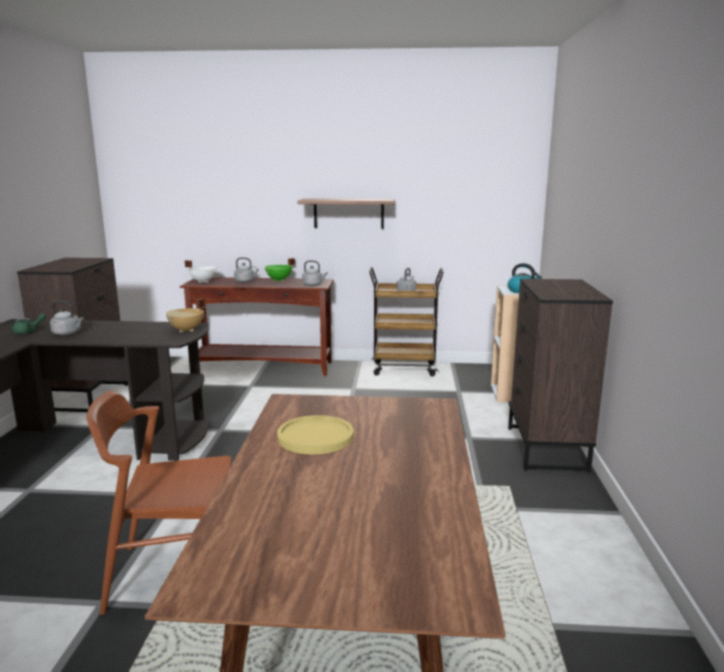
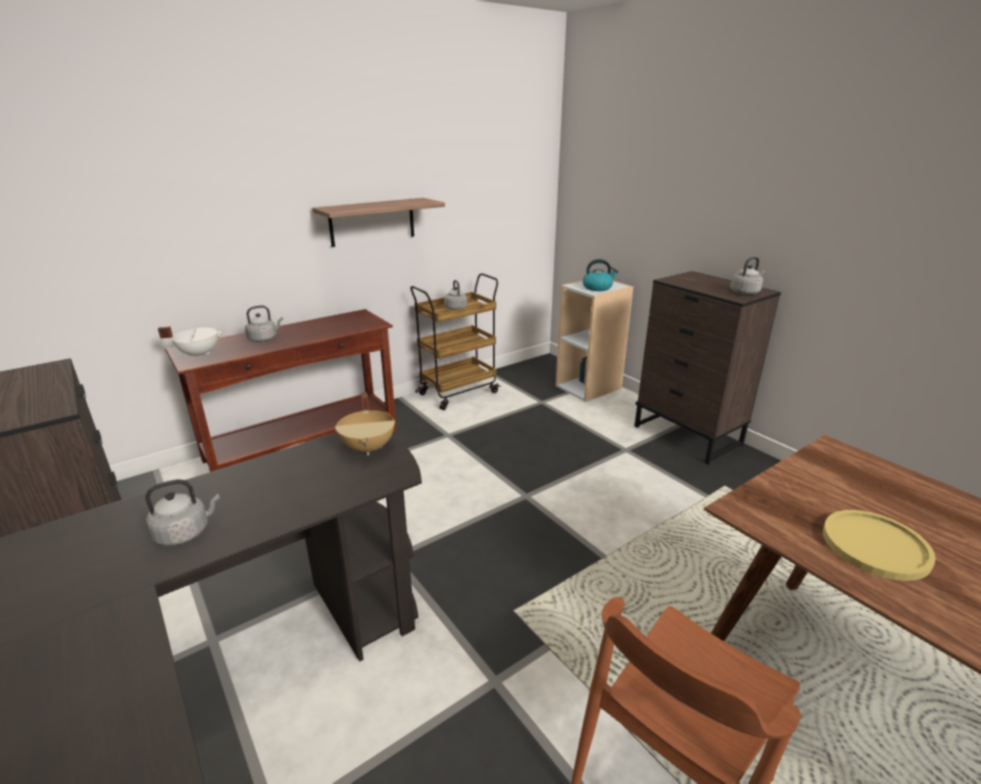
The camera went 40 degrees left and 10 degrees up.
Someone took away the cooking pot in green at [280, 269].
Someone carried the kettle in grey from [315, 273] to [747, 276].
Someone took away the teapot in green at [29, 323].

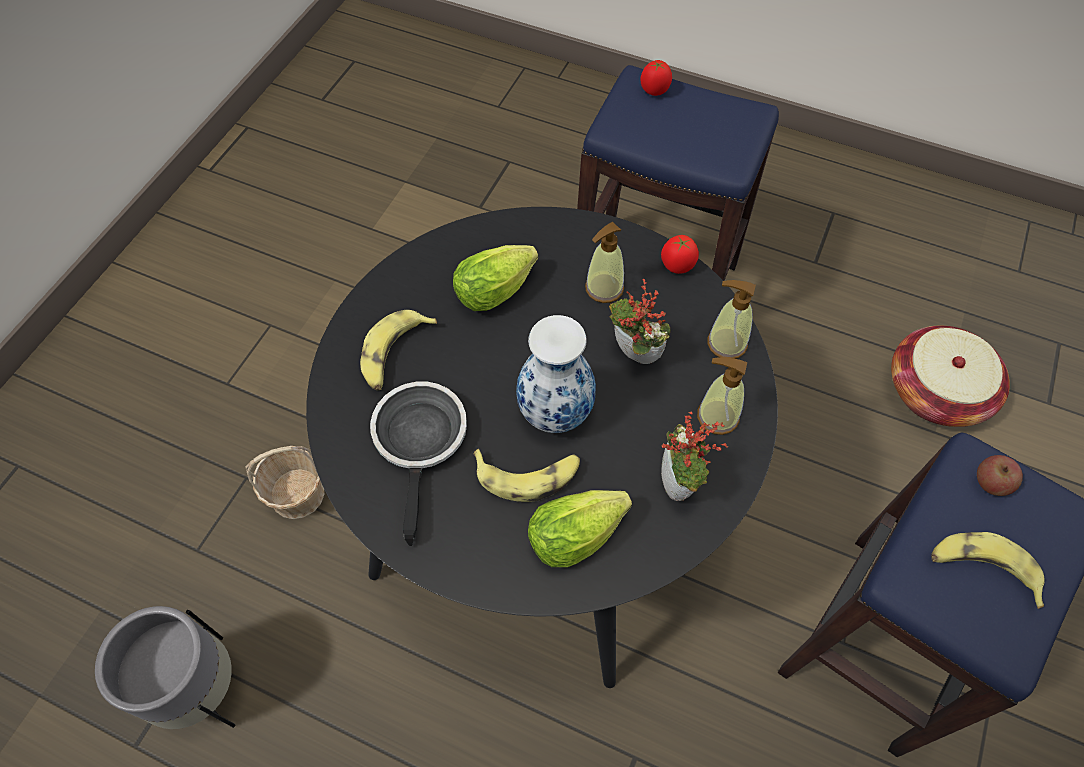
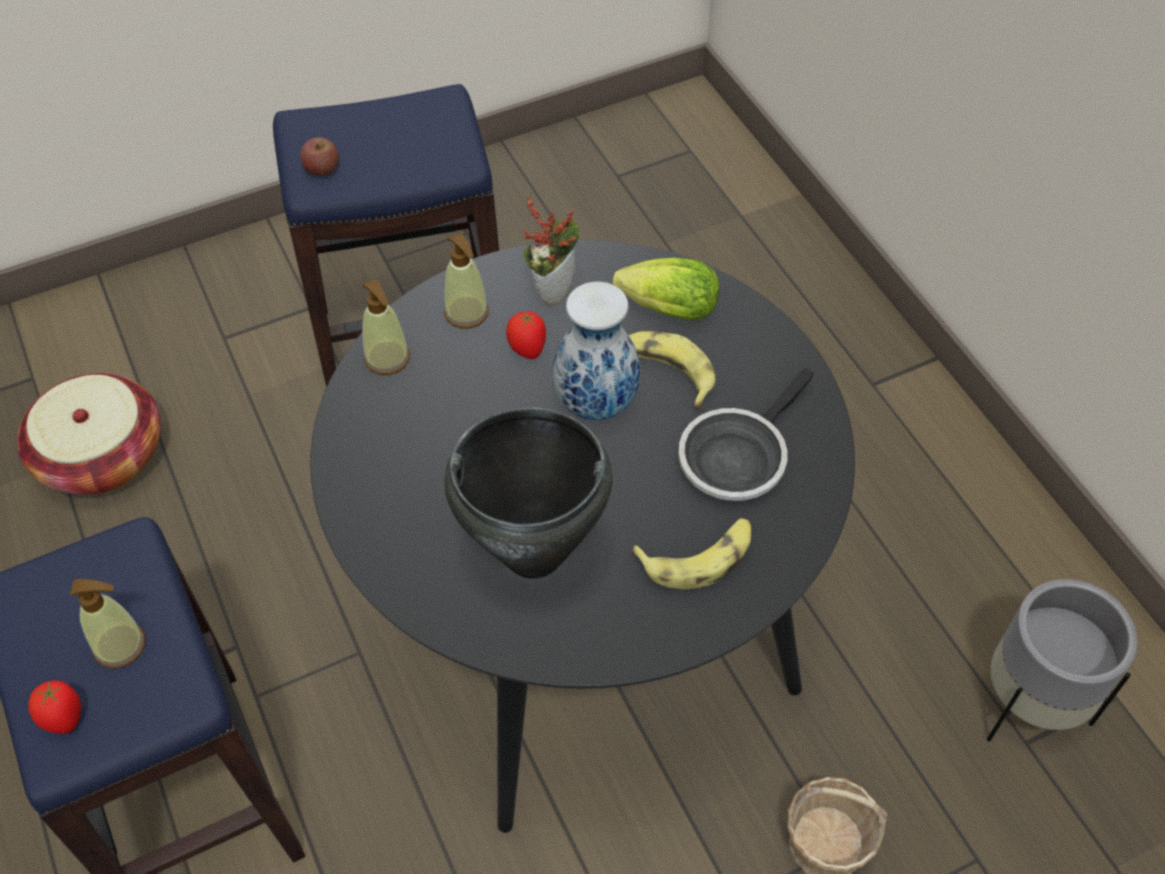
The camera went 140 degrees left and 5 degrees down.
Someone carried the soap dispenser from [604, 262] to [107, 623].
Someone carried the tomato from [680, 254] to [526, 334].
Someone swapped the lettuce at [495, 278] for the cooking pot in black at [529, 493].
Someone took away the potted plant at [639, 321].
Someone took away the banana at [988, 570].

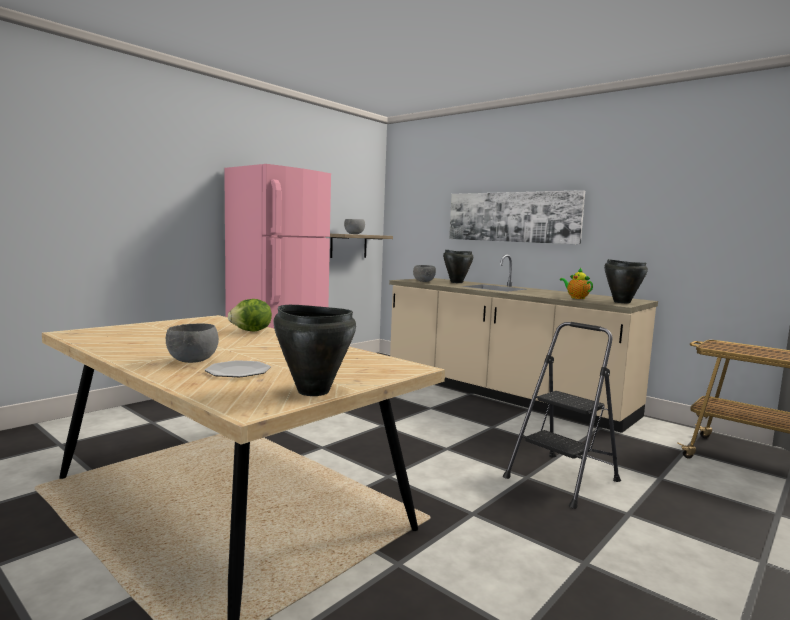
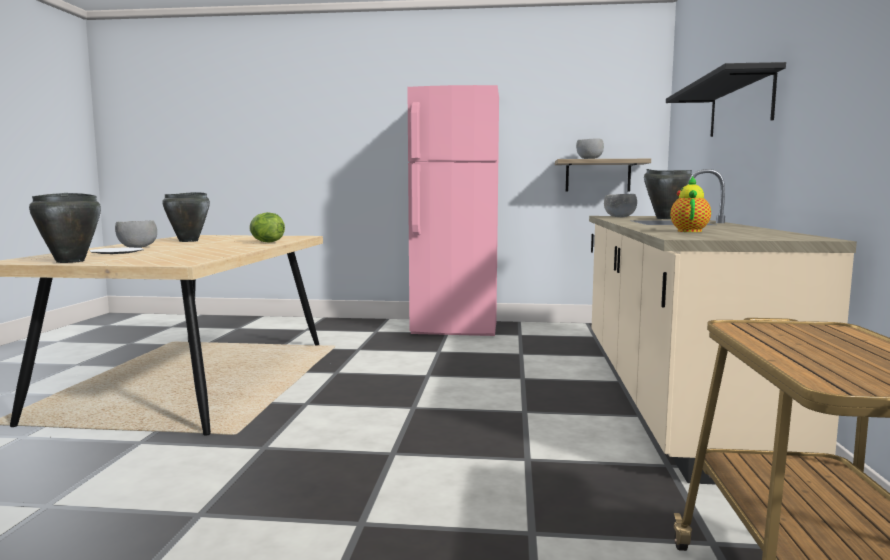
The camera went 55 degrees right and 0 degrees up.
Someone swapped the picture at [517, 217] for the shelf in black at [726, 99].
Someone carried the cooking pot in black from [626, 281] to [186, 217].
Someone took away the step ladder in black at [562, 415].

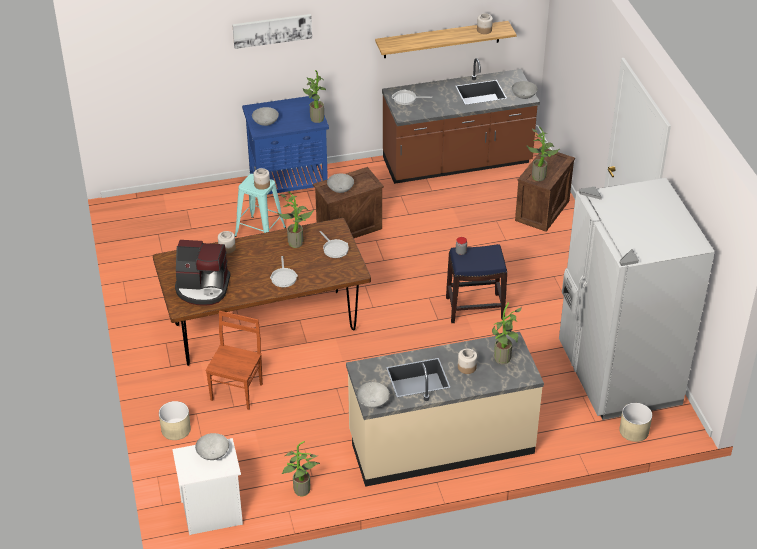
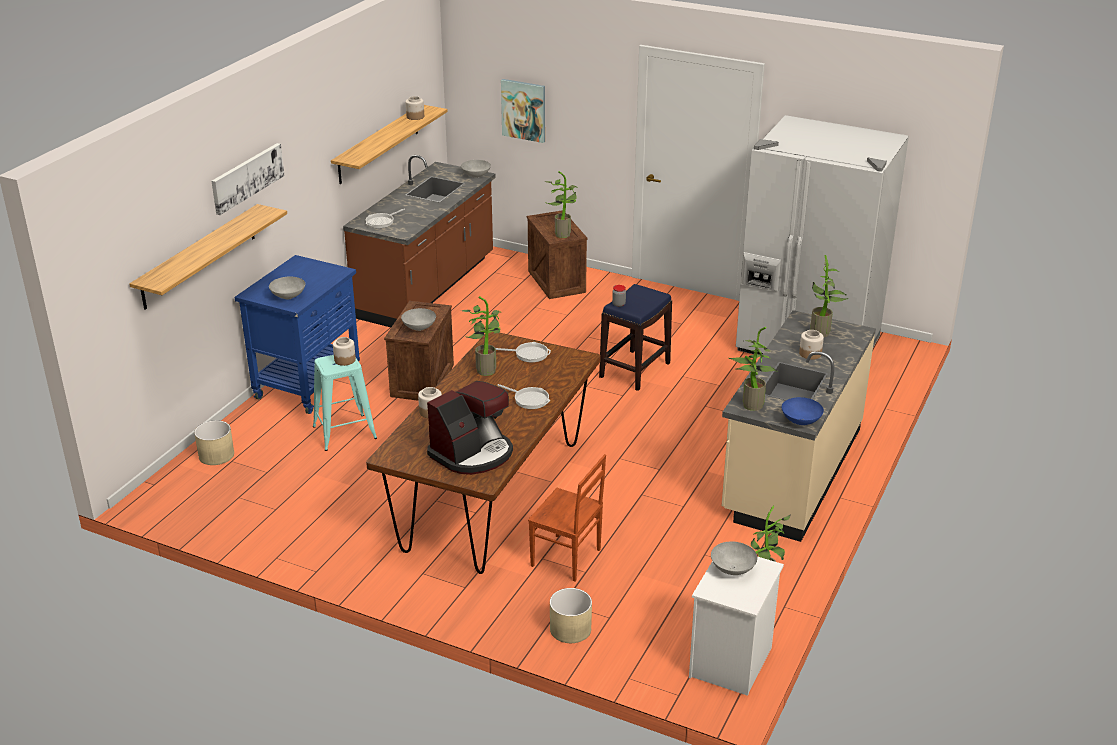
The camera went 50 degrees left and 10 degrees down.
Someone carried the potted plant from [314, 96] to [753, 369].
Someone rotated the chair in brown at [234, 360] by 150 degrees clockwise.
Someone repainted the bowl in grey at [373, 395], which became the bowl in blue at [803, 411].
Someone carried the planter in beige from [635, 422] to [214, 442].
Someone put up the picture at [523, 111].
Someone put up the shelf at [208, 257].

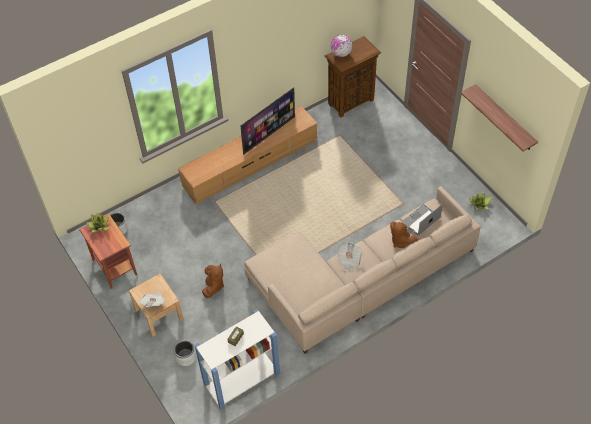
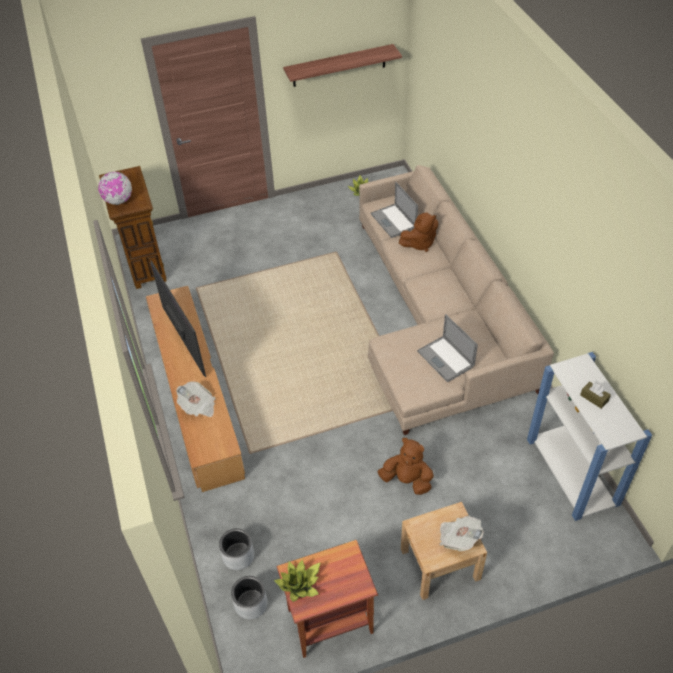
The camera went 75 degrees left and 5 degrees down.
Someone carried the newspaper from [350, 256] to [196, 399].
Someone carried the planter in grey from [185, 353] to [236, 549].
Someone put down the laptop at [447, 348].

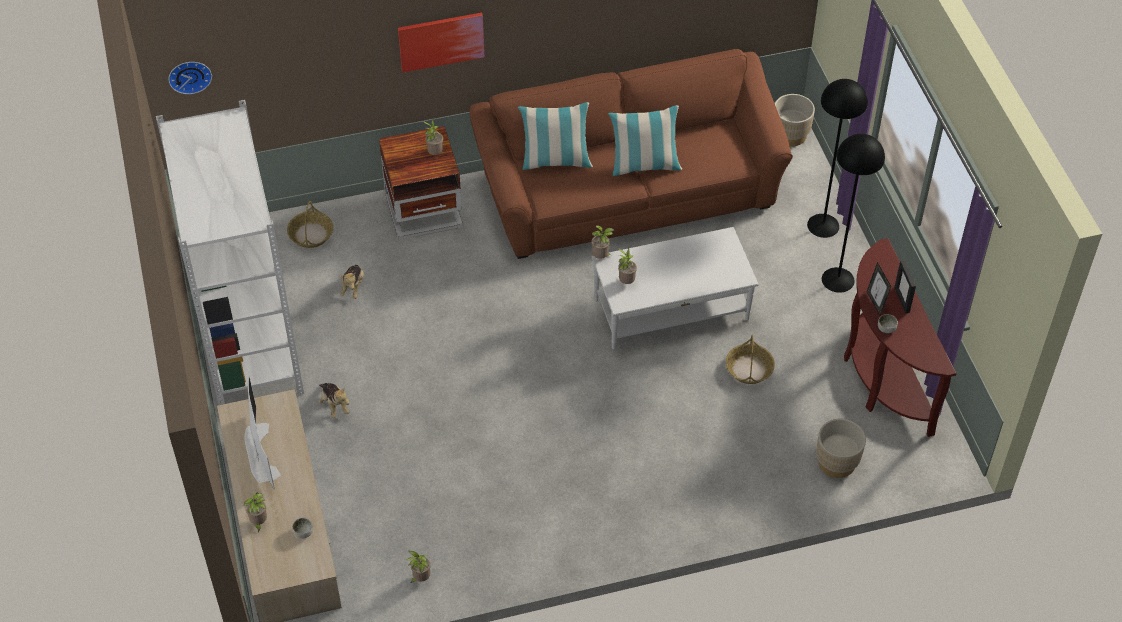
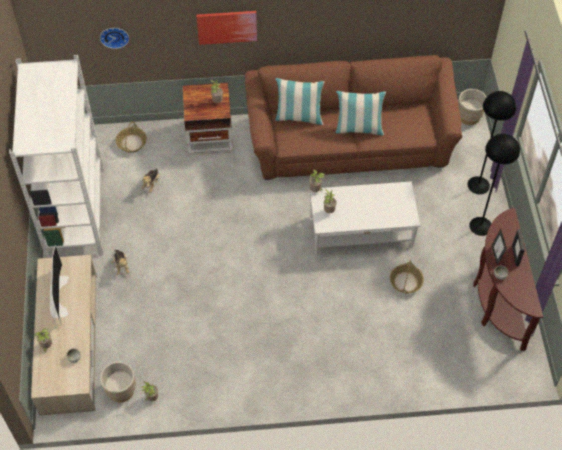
The camera went 10 degrees right and 5 degrees up.
Someone carried the wall clock from [190, 78] to [114, 38].
Someone carried the planter in beige from [841, 448] to [118, 382].

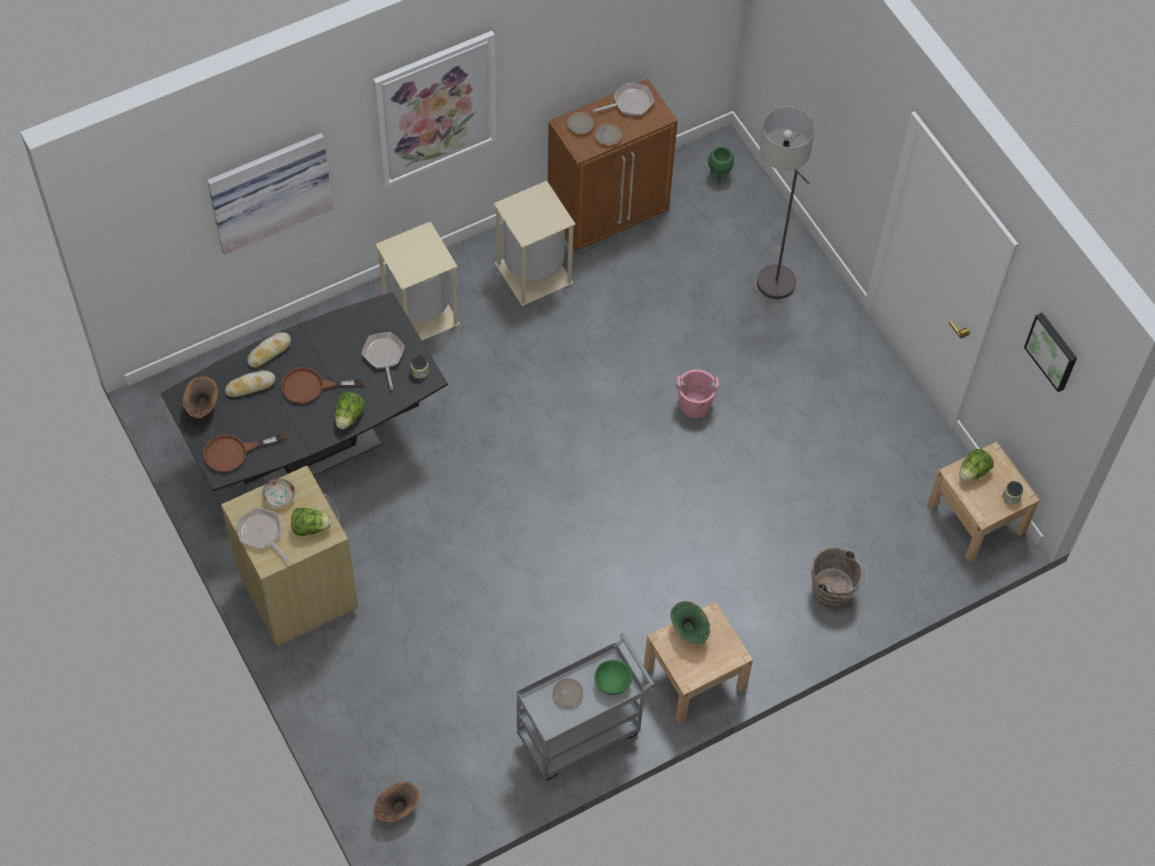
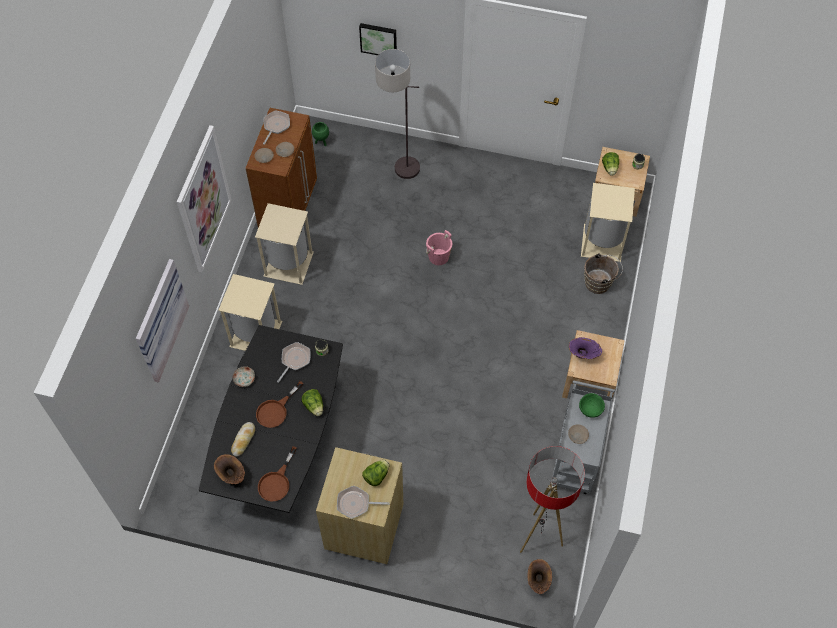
The camera went 45 degrees left and 0 degrees up.
Someone carried the picture from [1050, 352] to [378, 39].
Someone took away the bread at [269, 349].
Someone rotated the frying pan at [383, 360] by 90 degrees clockwise.
Someone carried the plate from [278, 493] to [244, 376].
Someone repainted the vase in green at [690, 622], which became the vase in purple at [585, 348].
Someone put down the trash can in beige at [608, 222].
Someone put down the floor lamp at [552, 499].

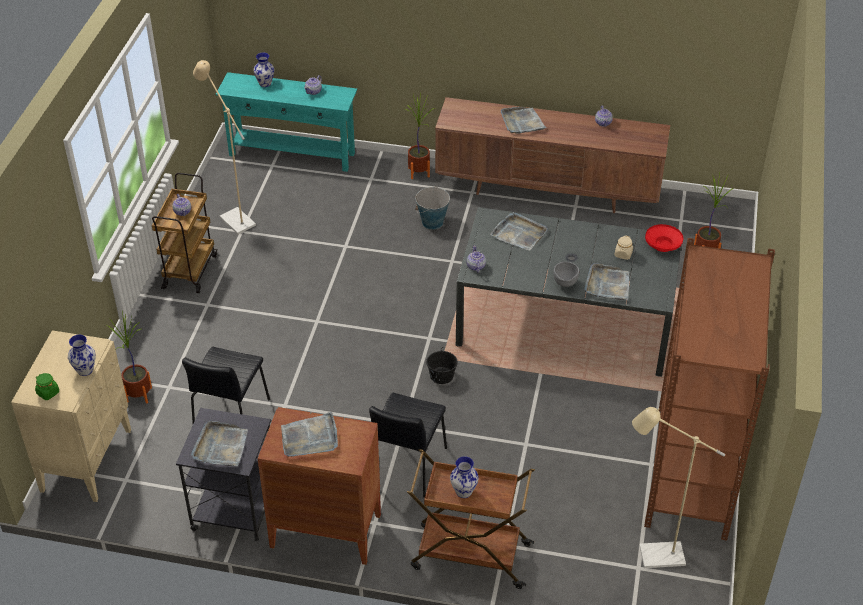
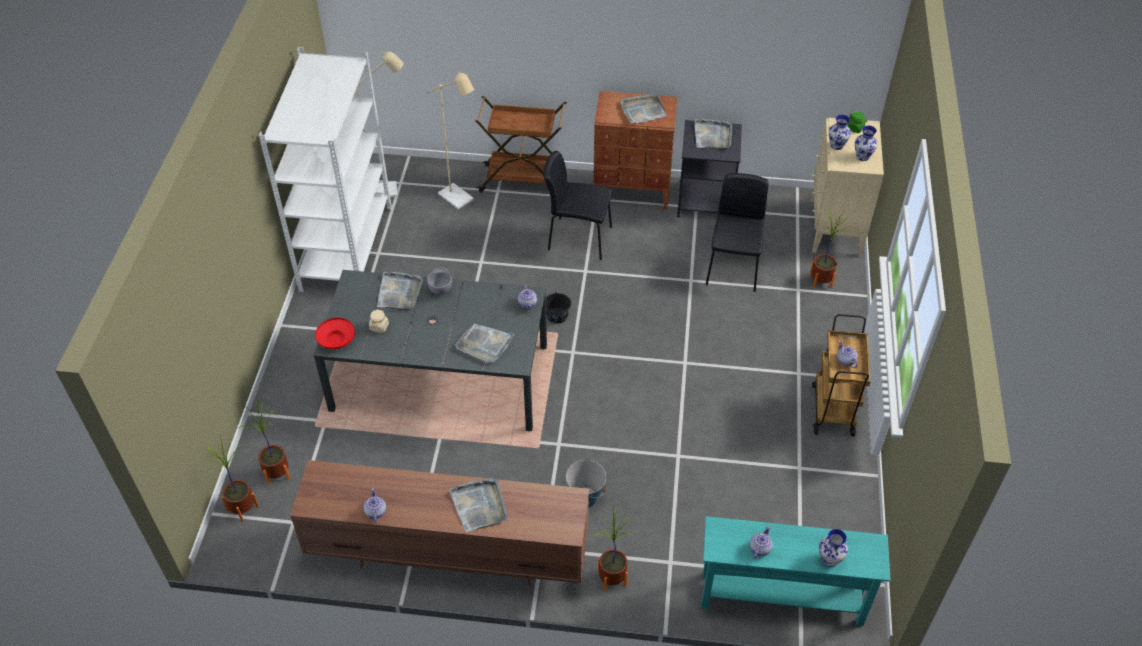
The camera went 175 degrees right and 5 degrees up.
Someone carried the floor lamp in beige from [224, 147] to [450, 140].
Someone repainted the bookcase in brown at [709, 389], which became the bookcase in white at [325, 169].
Someone rotated the chair in black at [408, 445] by 90 degrees counterclockwise.
Someone carried the vase from [464, 477] to [866, 143].
Someone put down the potted plant at [232, 478].

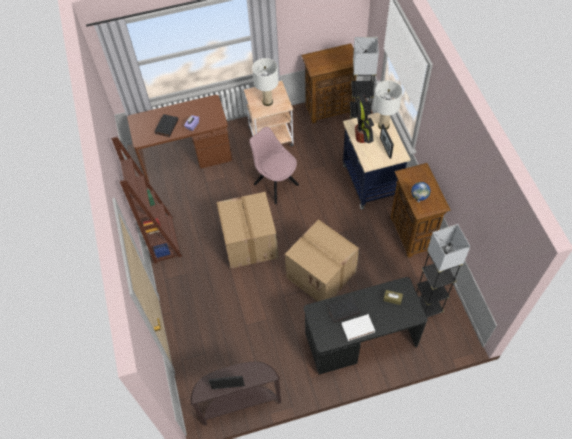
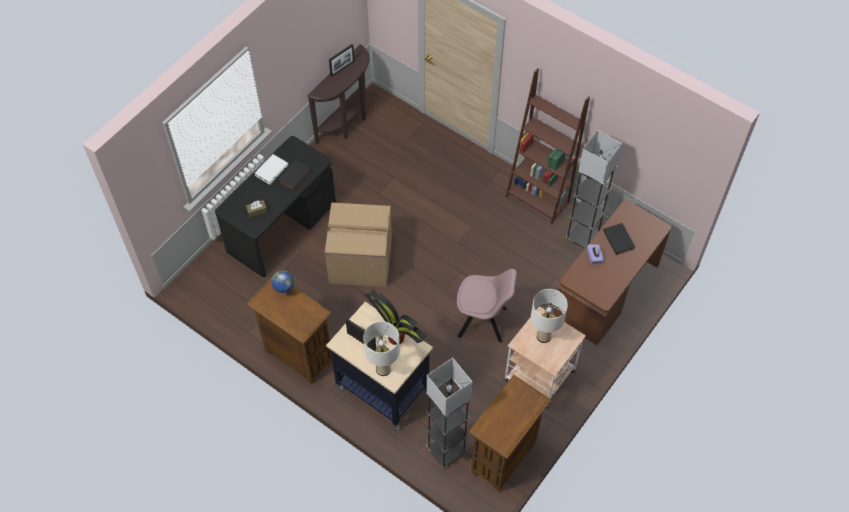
The camera went 140 degrees right and 0 degrees up.
Someone took away the cardboard box at [248, 230].
Someone carried the floor lamp in grey from [443, 271] to [593, 189].

